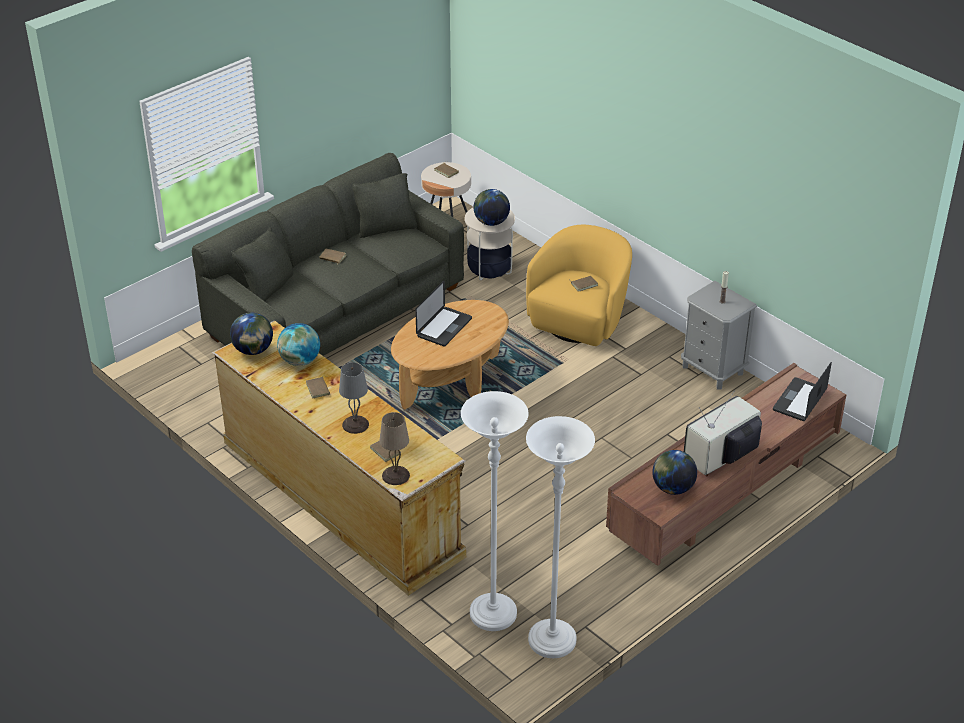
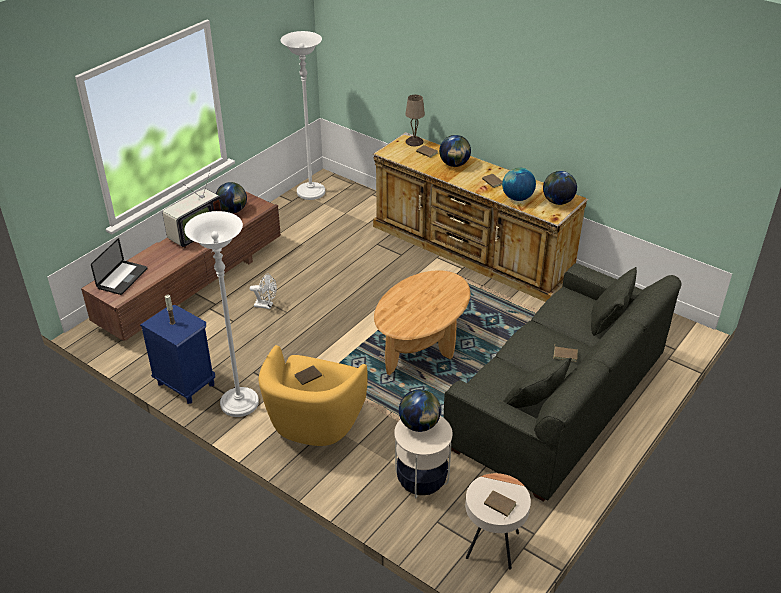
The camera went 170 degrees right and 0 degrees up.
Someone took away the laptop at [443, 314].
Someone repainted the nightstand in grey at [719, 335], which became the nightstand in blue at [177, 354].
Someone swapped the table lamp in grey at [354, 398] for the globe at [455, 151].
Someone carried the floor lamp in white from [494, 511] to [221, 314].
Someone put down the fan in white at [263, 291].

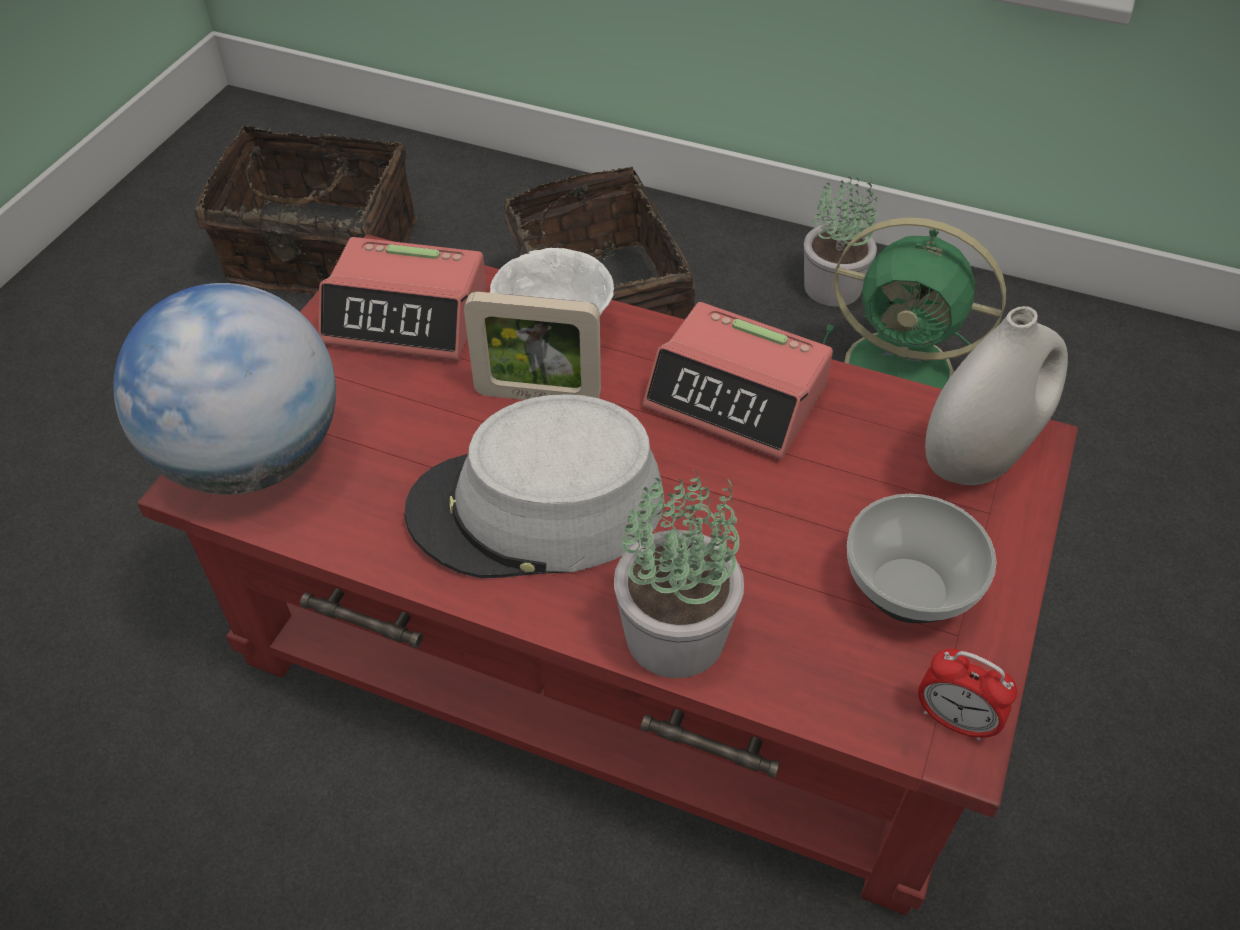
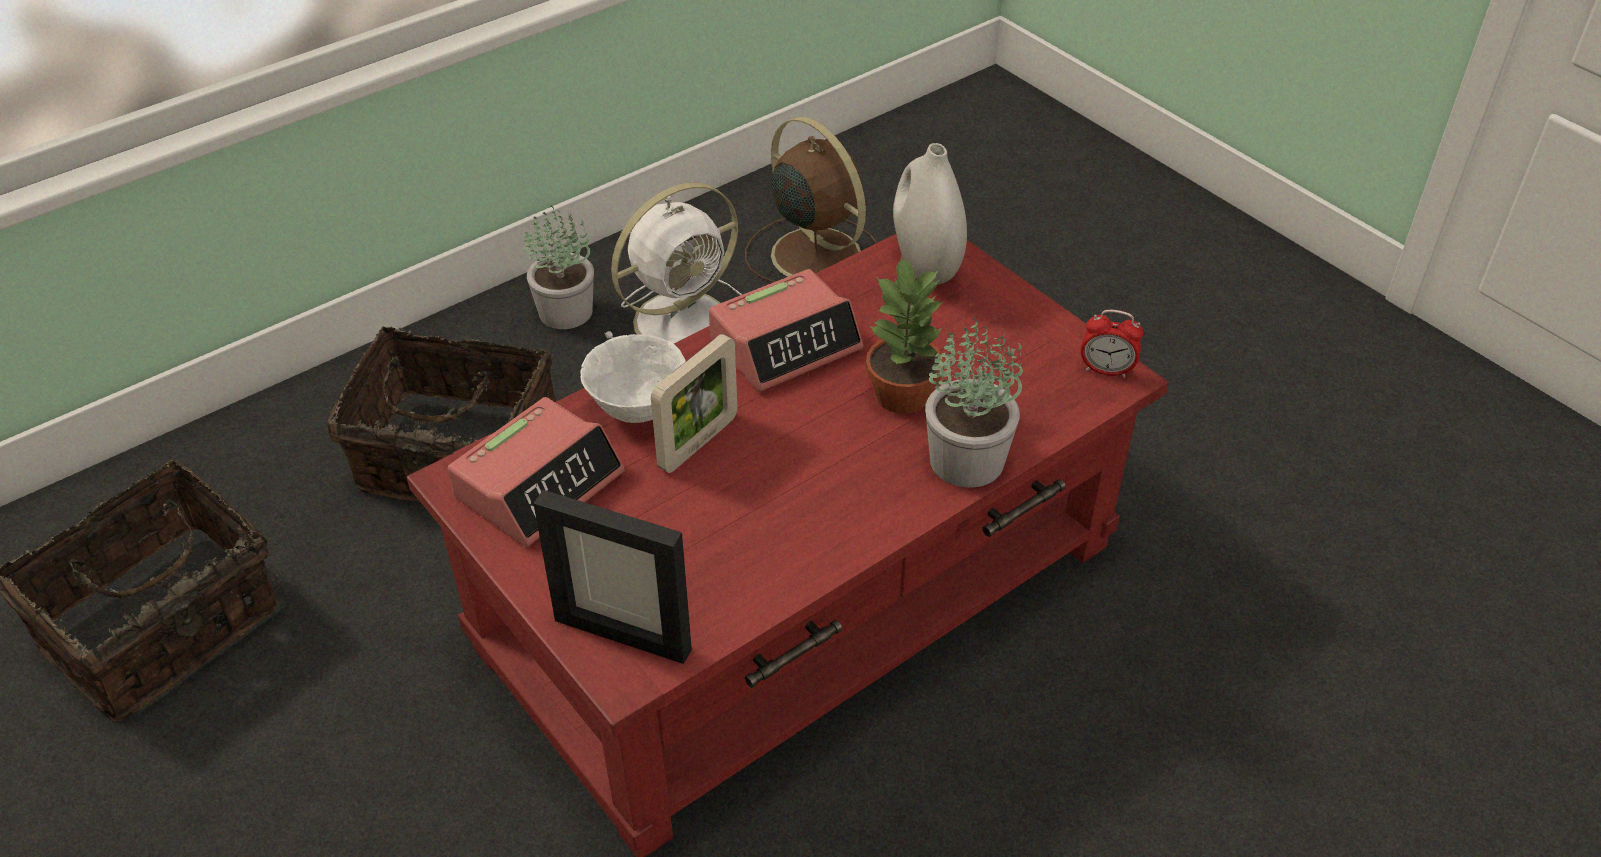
The camera went 60 degrees left and 5 degrees down.
Someone repainted the fan in green at [914, 303], which became the fan in white at [673, 263].
Someone swapped the globe at [224, 389] for the picture frame at [612, 577].
Someone took away the hat in grey at [534, 486].
Someone took away the bowl at [921, 558].
Someone rotated the alarm clock at [967, 695] by 45 degrees clockwise.
Someone put down the fan in brown at [811, 200].
Someone put down the potted plant at [905, 335].

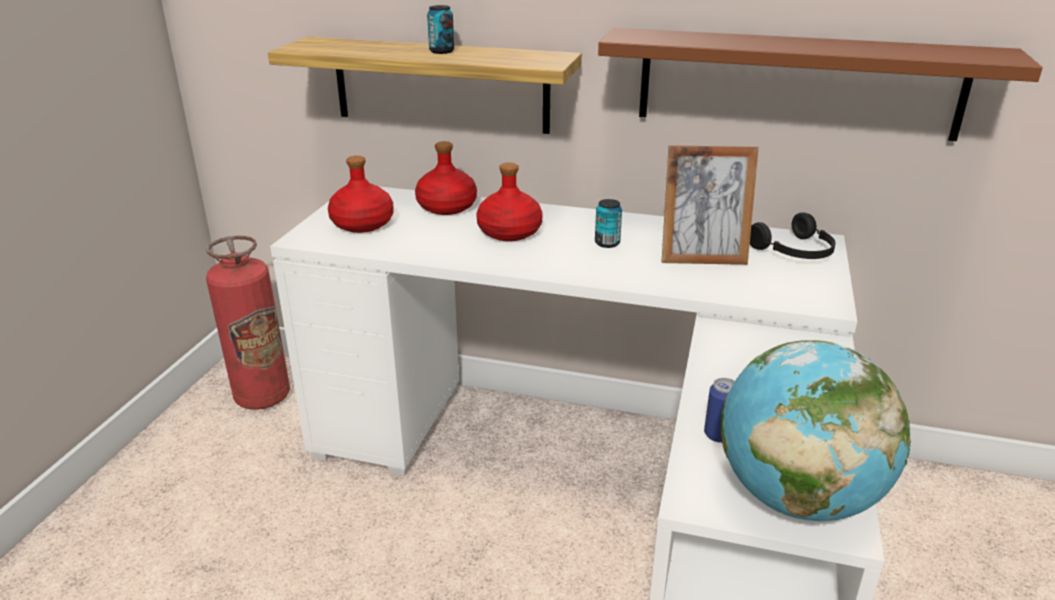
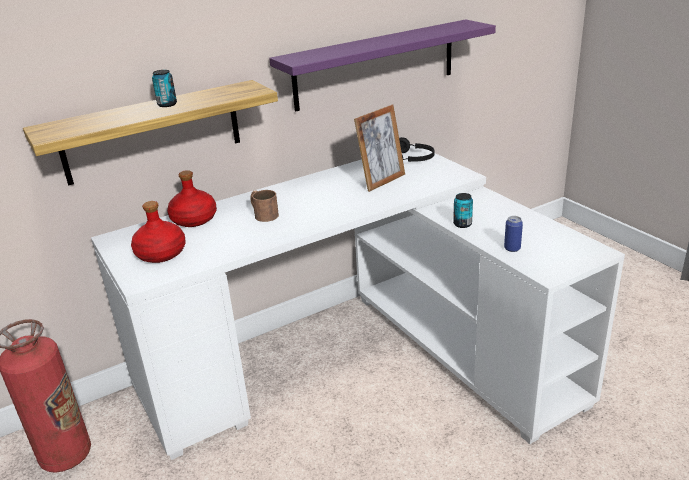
The camera went 45 degrees left and 0 degrees up.
Someone repainted the shelf in brown at [820, 84], which became the shelf in purple at [382, 66].
Someone swapped the bottle in red at [509, 201] for the mug in brown at [265, 206].
Someone carried the can from [608, 223] to [463, 210].
Someone took away the globe at [816, 430].

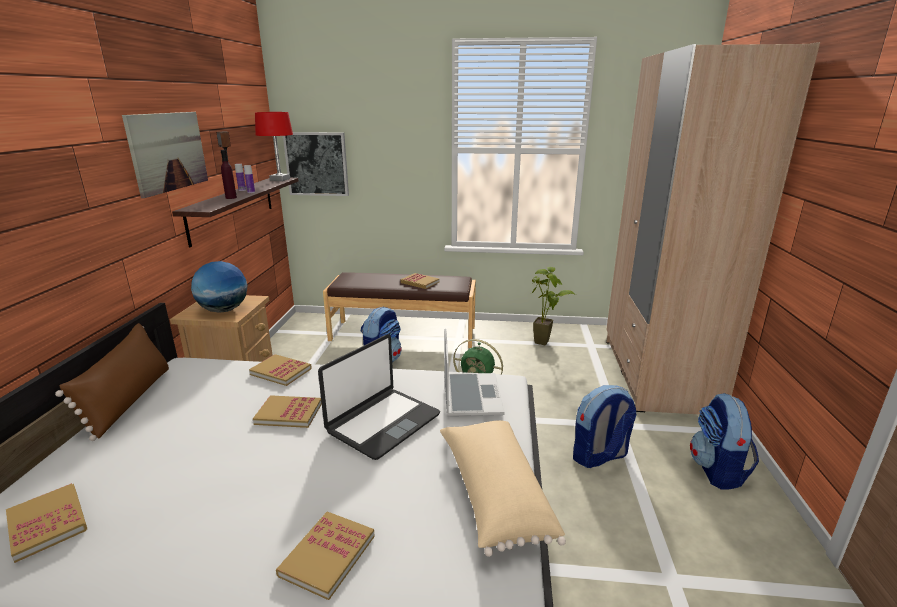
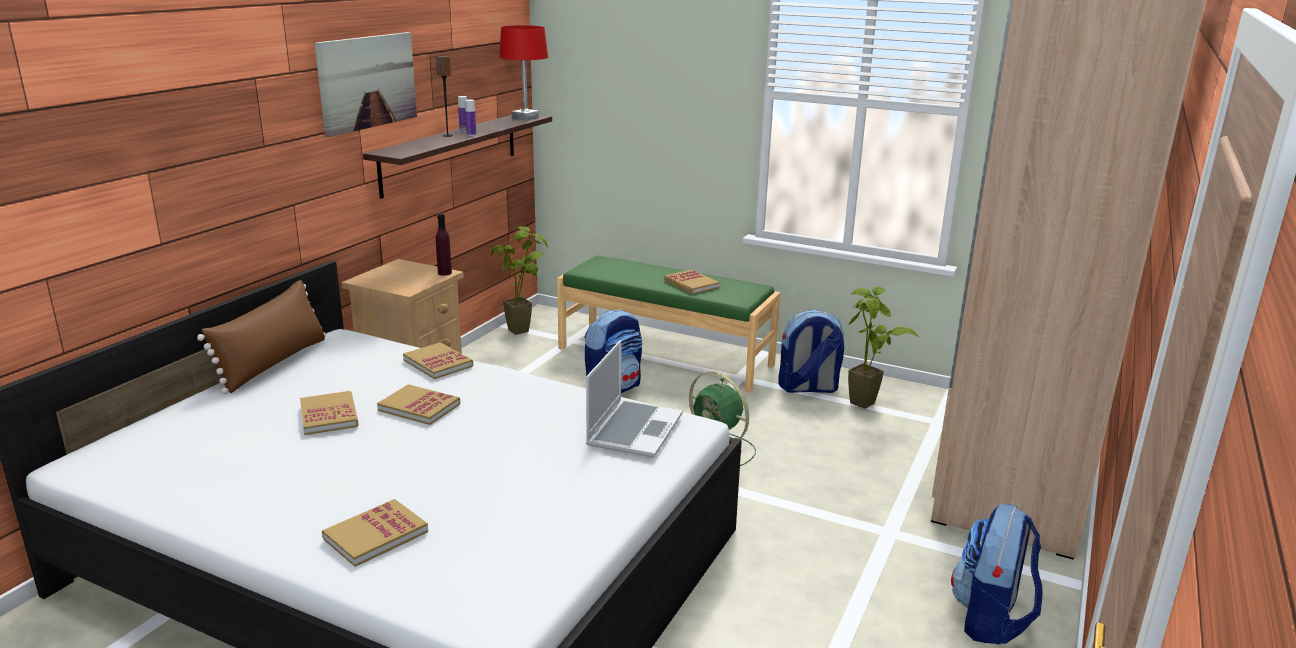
The camera went 20 degrees right and 0 degrees up.
Someone took away the picture at [316, 164].
Someone carried the bottle in purple from [229, 174] to [444, 244].
Someone took away the globe at [219, 287].
Someone repainted the bench in brown at [399, 310], which became the bench in green at [669, 323].
Someone took away the laptop at [379, 397].
Someone carried the backpack from [604, 426] to [811, 351].
Someone took away the pillow in beige at [503, 488].
Someone carried the book from [46, 523] to [329, 413].
Someone put down the potted plant at [519, 280].

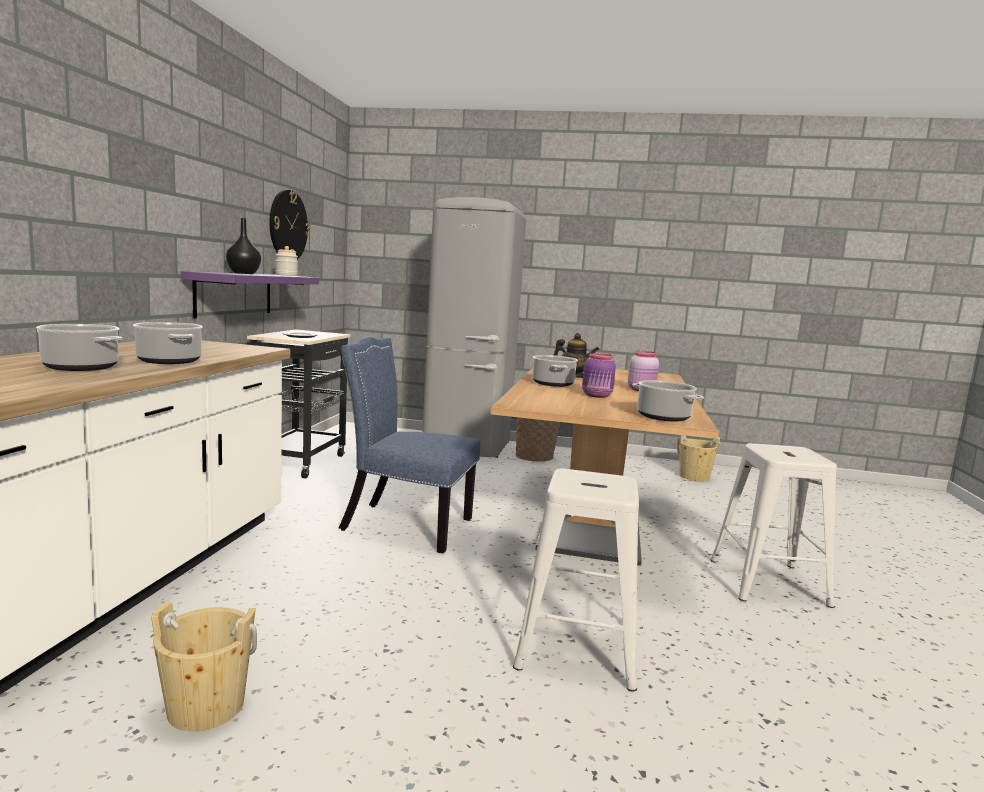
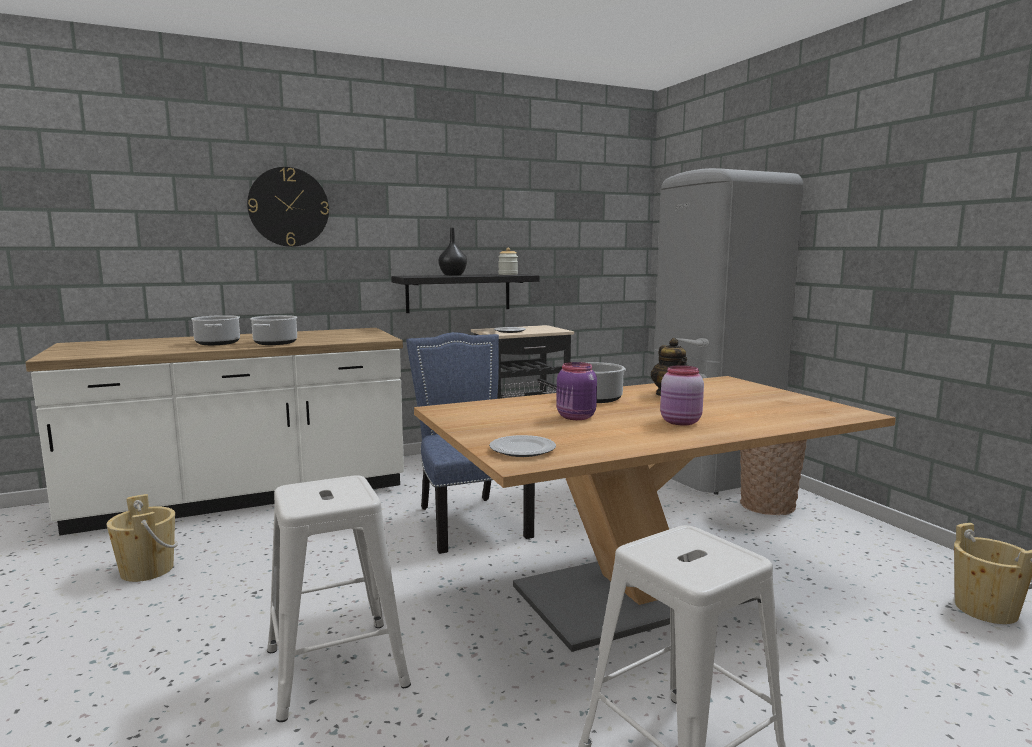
The camera went 55 degrees right and 0 degrees up.
Someone carried the wall clock from [289, 225] to [288, 207].
Someone repainted the shelf in purple at [250, 294], which became the shelf in black at [465, 293].
Someone swapped the cooking pot at [668, 401] for the plate at [522, 446].

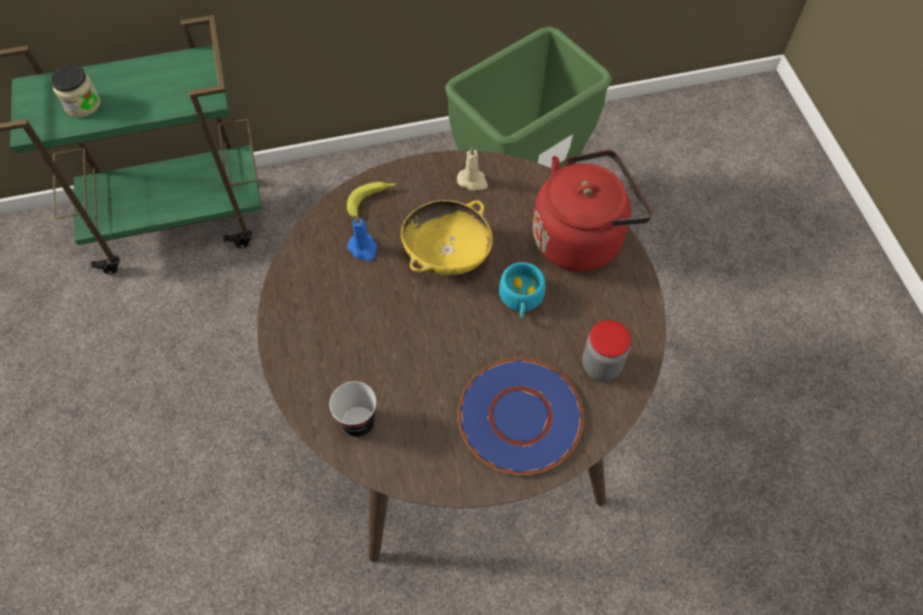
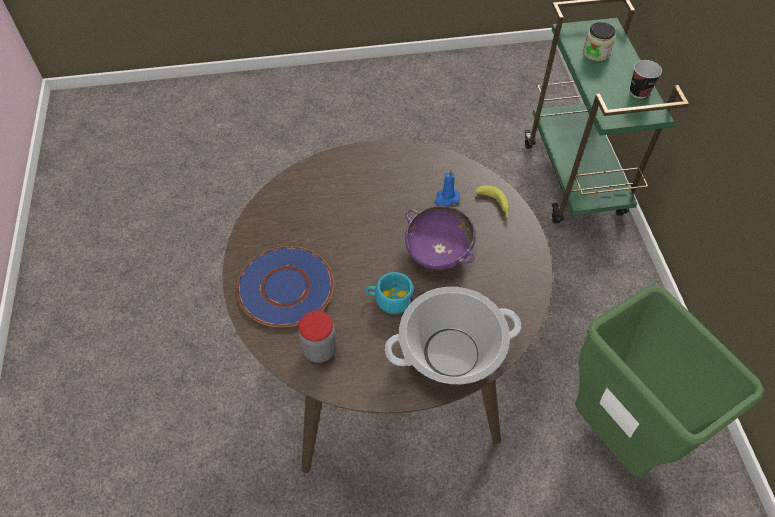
The camera went 95 degrees right and 5 degrees down.
Someone took away the candle in beige at [472, 168].
Someone swapped the kettle in red at [592, 211] for the cooking pot at [453, 335].
Someone repainted the bowl in yellow at [447, 237], which became the bowl in purple at [440, 238].
Someone carried the cup from [353, 409] to [646, 79].

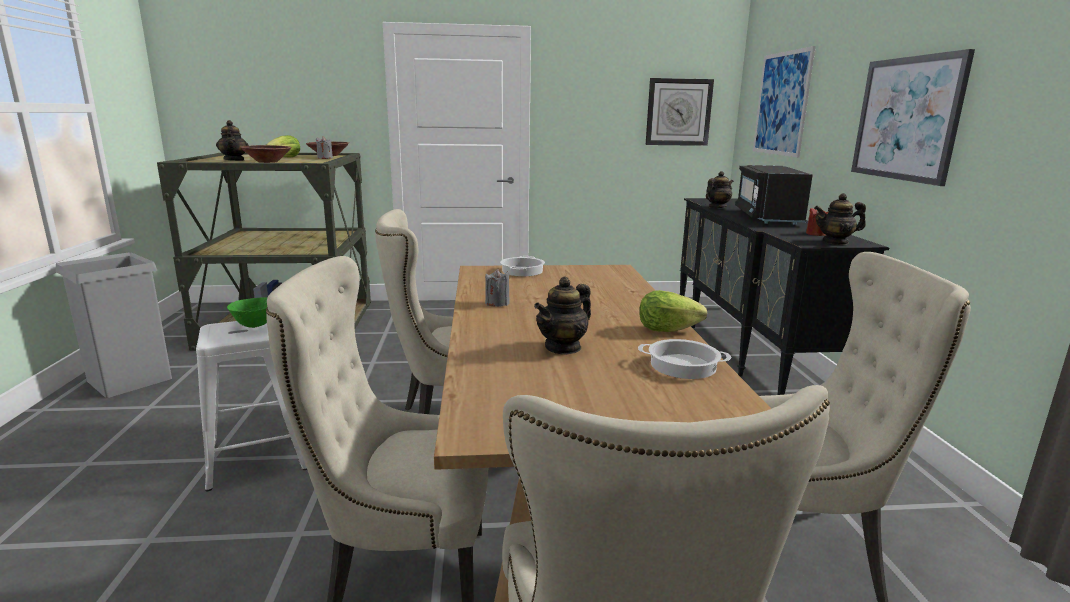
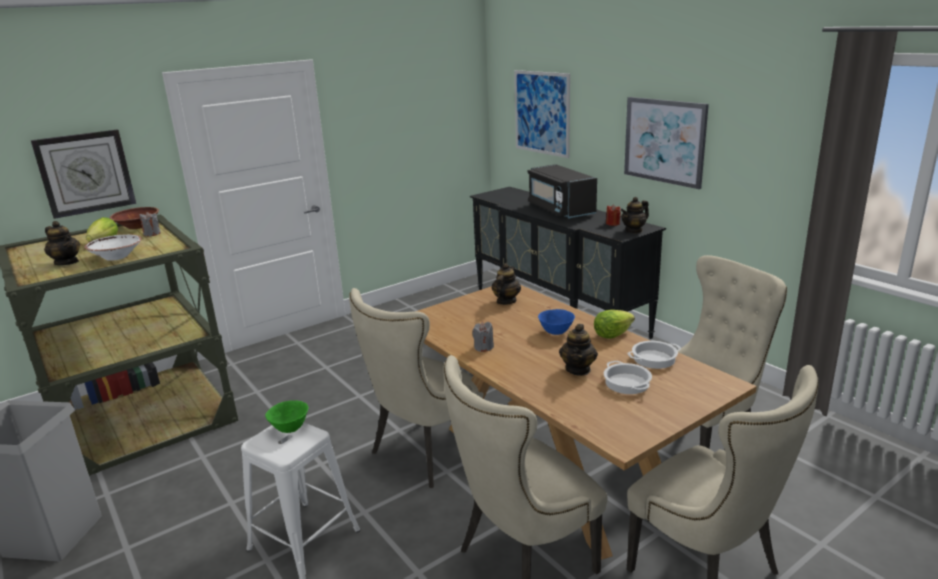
The camera went 30 degrees left and 5 degrees up.
Someone carried the wall clock from [680, 112] to [83, 174].
Someone repainted the bowl in brown at [266, 154], which became the bowl in white at [113, 247].
Someone carried the teapot from [719, 189] to [506, 284].
Someone carried the cooking pot from [522, 266] to [628, 377].
Someone put down the bowl in blue at [556, 322].

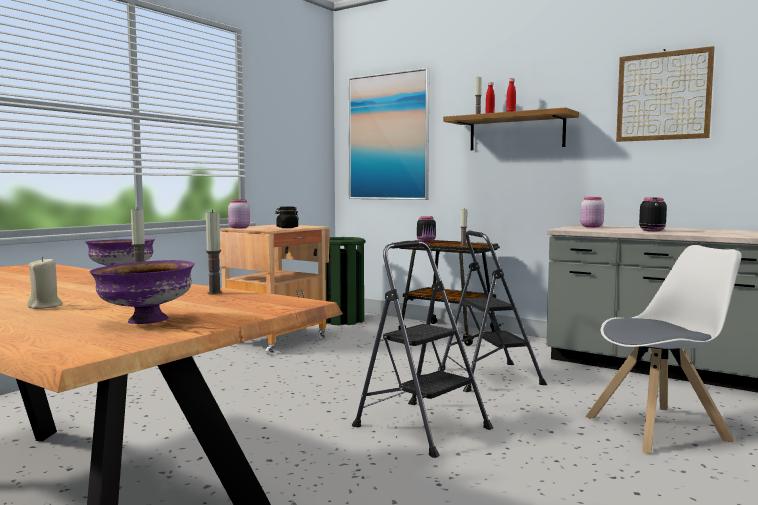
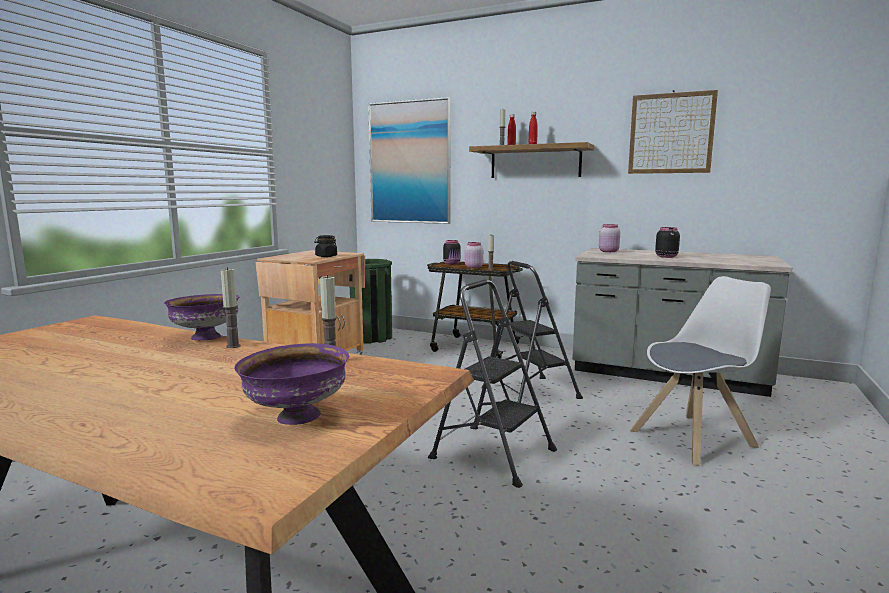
The camera went 10 degrees left and 5 degrees up.
Someone carried the jar in pink from [239, 214] to [474, 255].
Someone took away the candle in beige at [45, 283].

